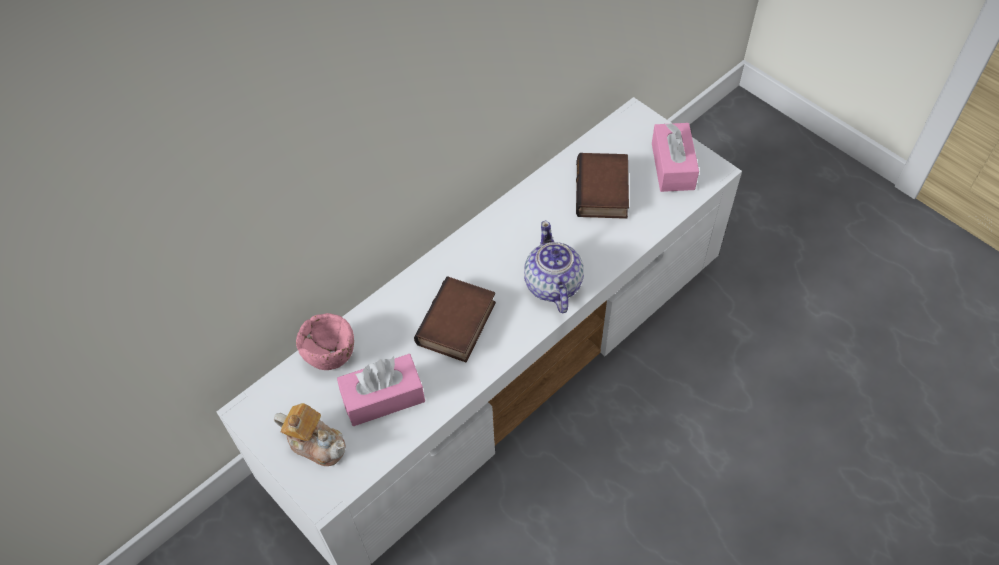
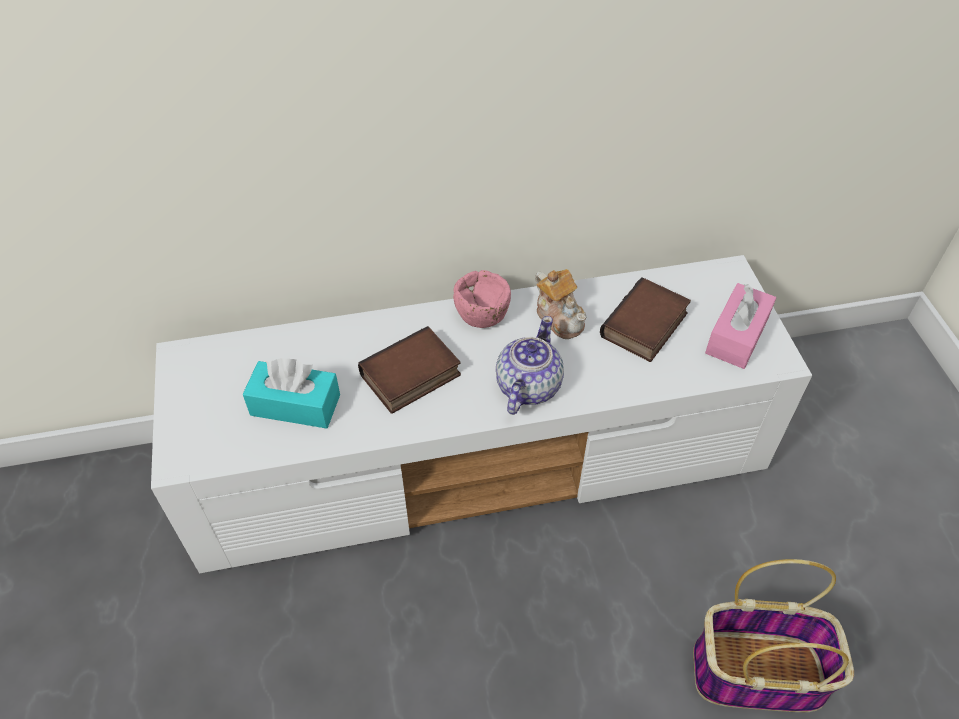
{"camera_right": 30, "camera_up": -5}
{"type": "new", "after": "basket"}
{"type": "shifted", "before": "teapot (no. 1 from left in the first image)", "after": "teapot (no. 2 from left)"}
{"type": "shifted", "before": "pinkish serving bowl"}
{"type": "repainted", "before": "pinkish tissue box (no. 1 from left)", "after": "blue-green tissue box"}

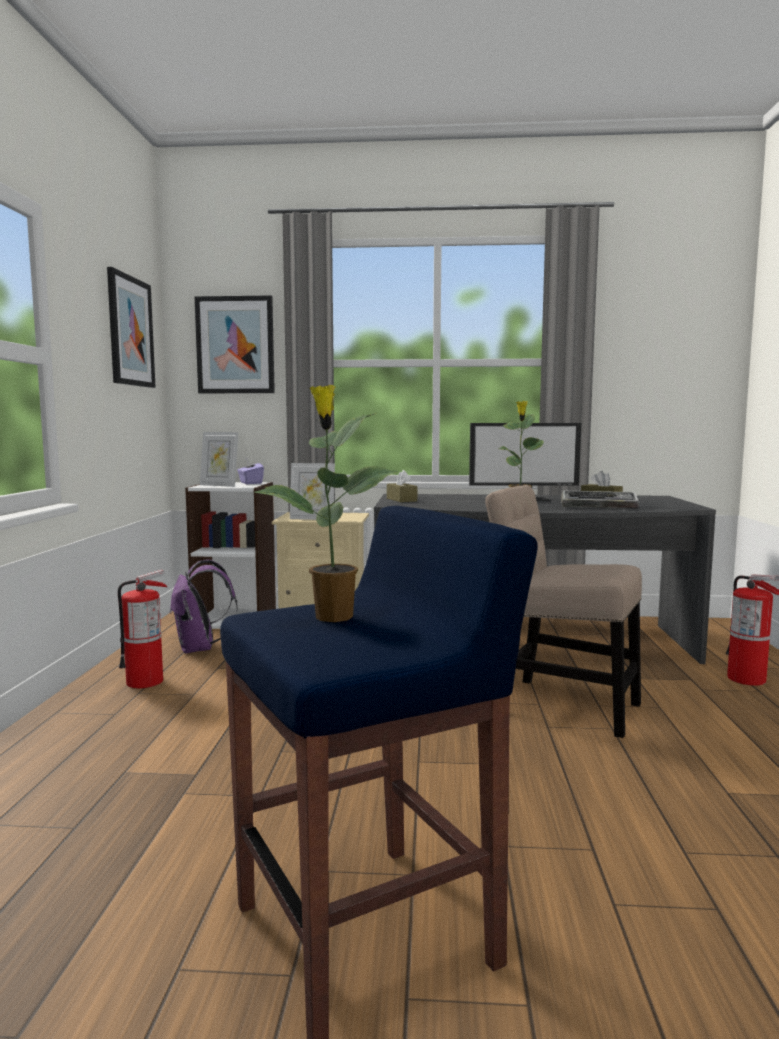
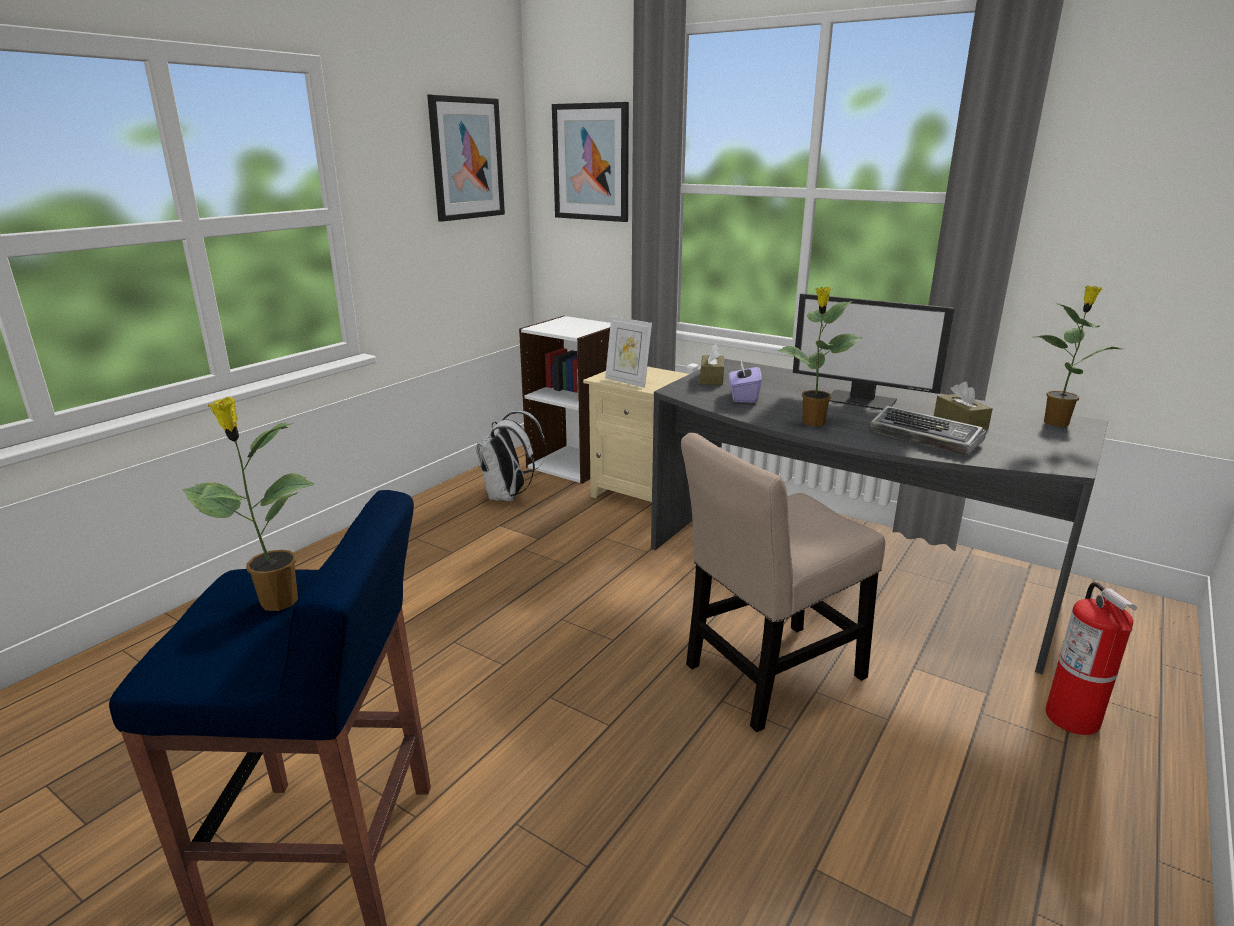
{"camera_right": 30, "camera_up": 15}
{"type": "gone", "before": "fire extinguisher (no. 1 from left)"}
{"type": "gone", "before": "picture frame (no. 1 from left)"}
{"type": "new", "after": "plant in a pot (no. 3 from left)"}
{"type": "shifted", "before": "purple-coloured tissue box"}
{"type": "repainted", "before": "purple-coloured backpack", "after": "white backpack"}
{"type": "rotated", "before": "beige-coloured plain chair", "turn": -90}

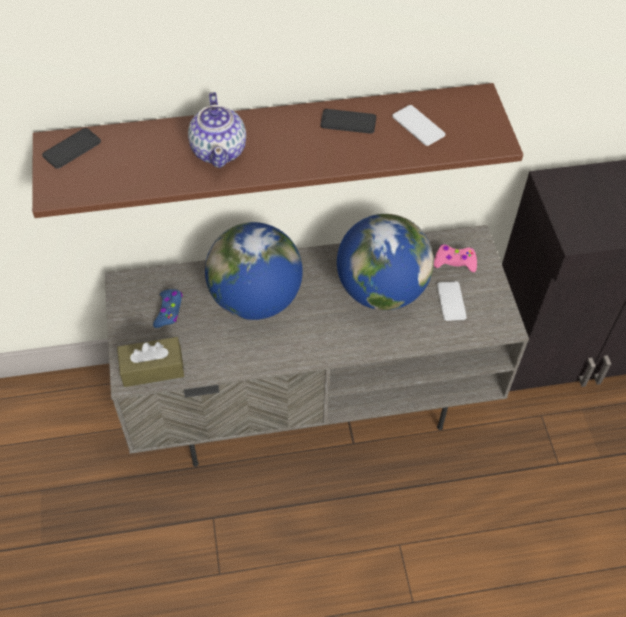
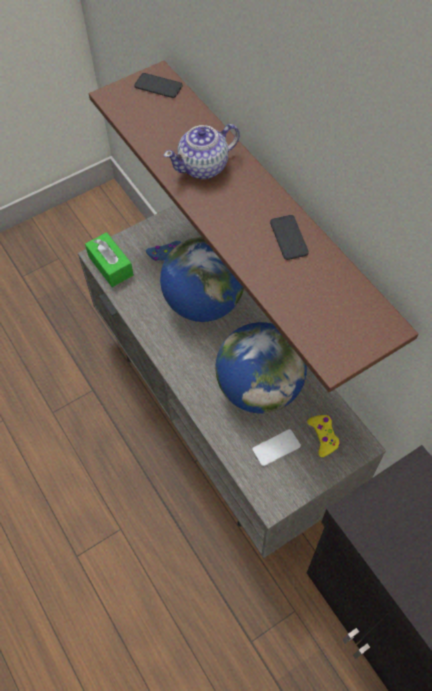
{"camera_right": 70, "camera_up": 5}
{"type": "gone", "before": "phone (no. 3 from left)"}
{"type": "repainted", "before": "brownish tissue box", "after": "green-coloured tissue box"}
{"type": "repainted", "before": "pinkish gamepad", "after": "yellow-coloured gamepad"}

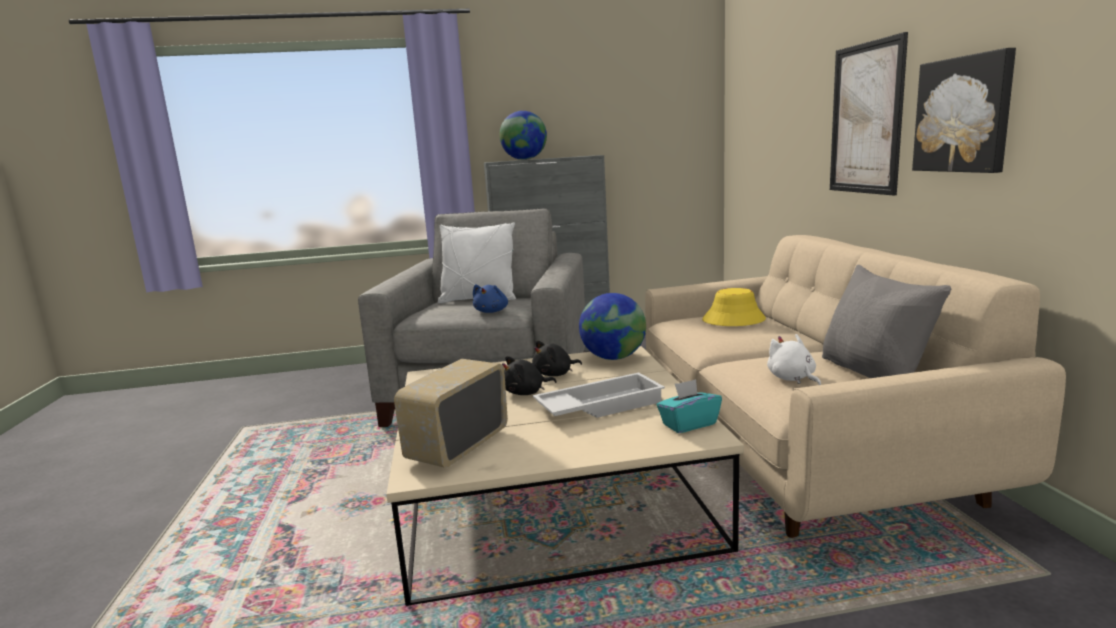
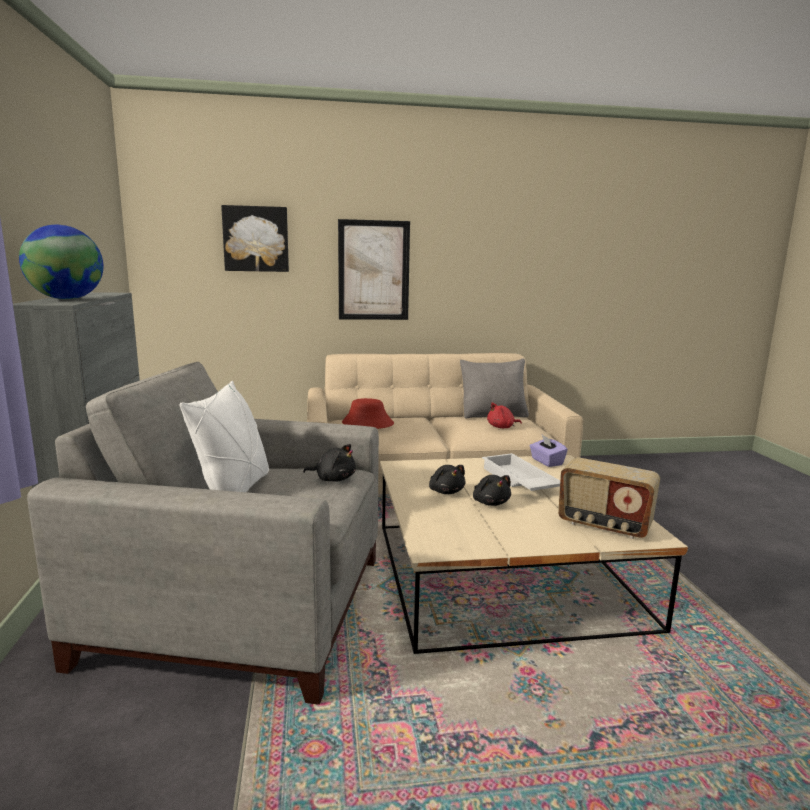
{"camera_right": -90, "camera_up": 0}
{"type": "gone", "before": "world globe (no. 2 from left)"}
{"type": "shifted", "before": "wall picture (no. 2 from left in the first image)", "after": "wall picture (no. 1 from left)"}
{"type": "repainted", "before": "blue plush toy", "after": "blackish plush toy (no. 1 from left)"}
{"type": "repainted", "before": "blue-green tissue box", "after": "purple-coloured tissue box"}
{"type": "repainted", "before": "yellow-coloured clothing hat", "after": "reddish clothing hat"}
{"type": "repainted", "before": "white plush toy", "after": "reddish plush toy"}

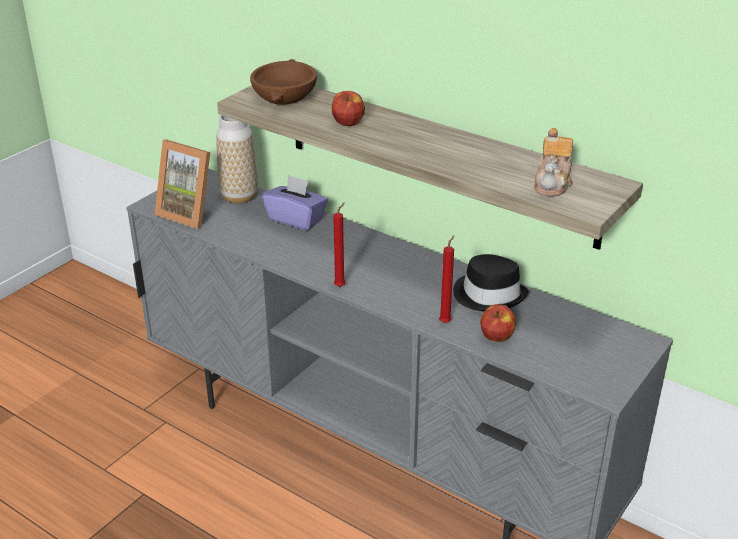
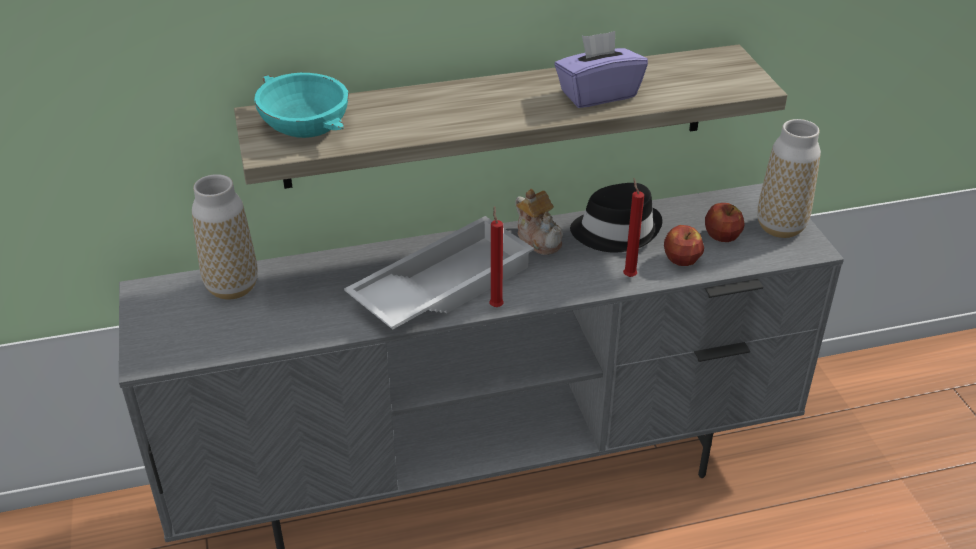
{"camera_right": -50, "camera_up": 5}
{"type": "gone", "before": "picture frame"}
{"type": "new", "after": "white serving tray"}
{"type": "new", "after": "decorative vase (no. 2 from left)"}
{"type": "shifted", "before": "purple-coloured tissue box"}
{"type": "shifted", "before": "apple (no. 1 from left in the first image)", "after": "apple (no. 2 from left)"}
{"type": "shifted", "before": "teapot"}
{"type": "repainted", "before": "brownish serving bowl", "after": "blue-green serving bowl"}

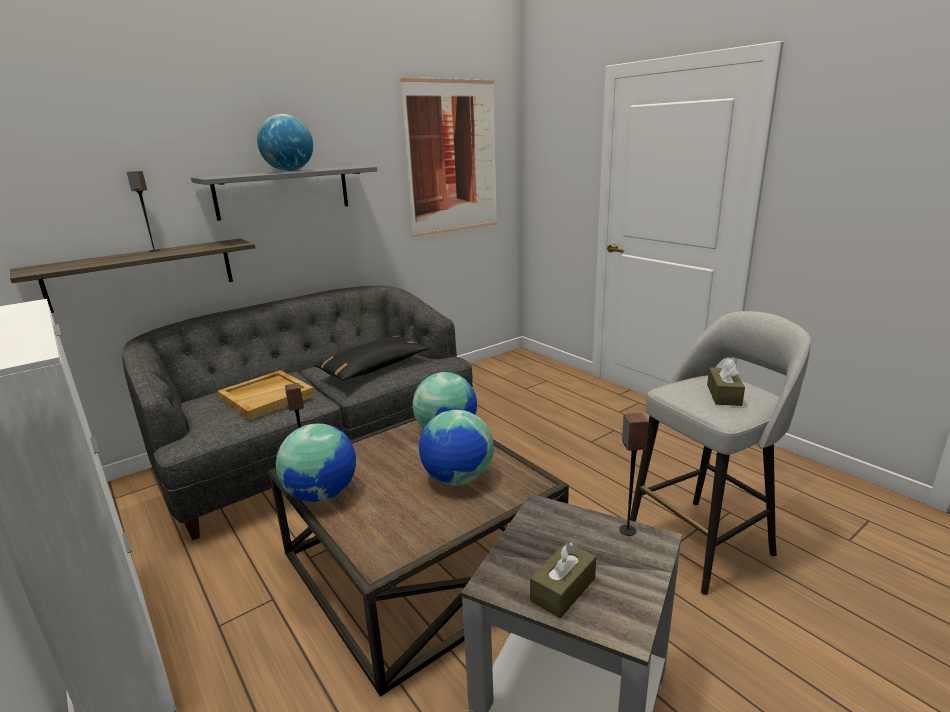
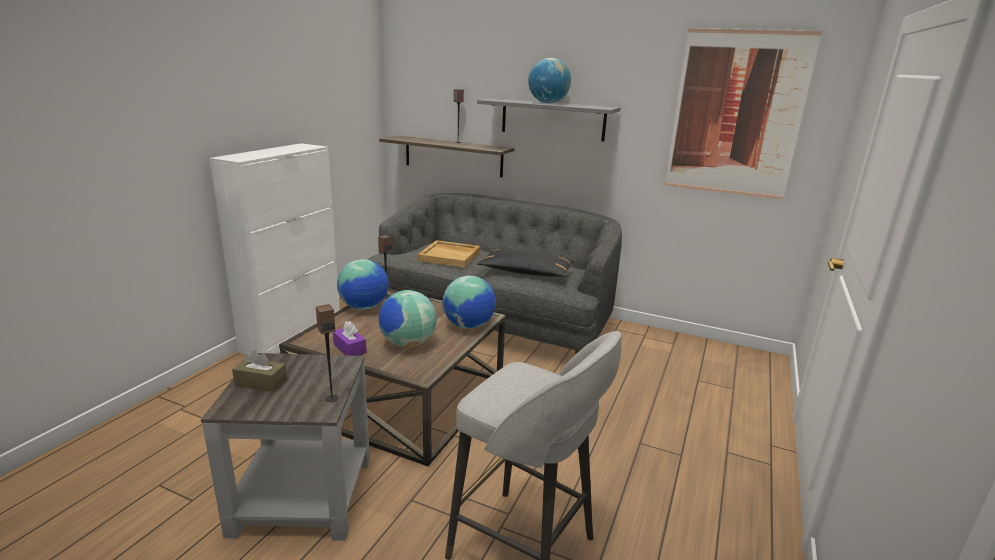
{"camera_right": 60, "camera_up": 0}
{"type": "gone", "before": "brownish tissue box (no. 2 from left)"}
{"type": "new", "after": "purple-coloured tissue box"}

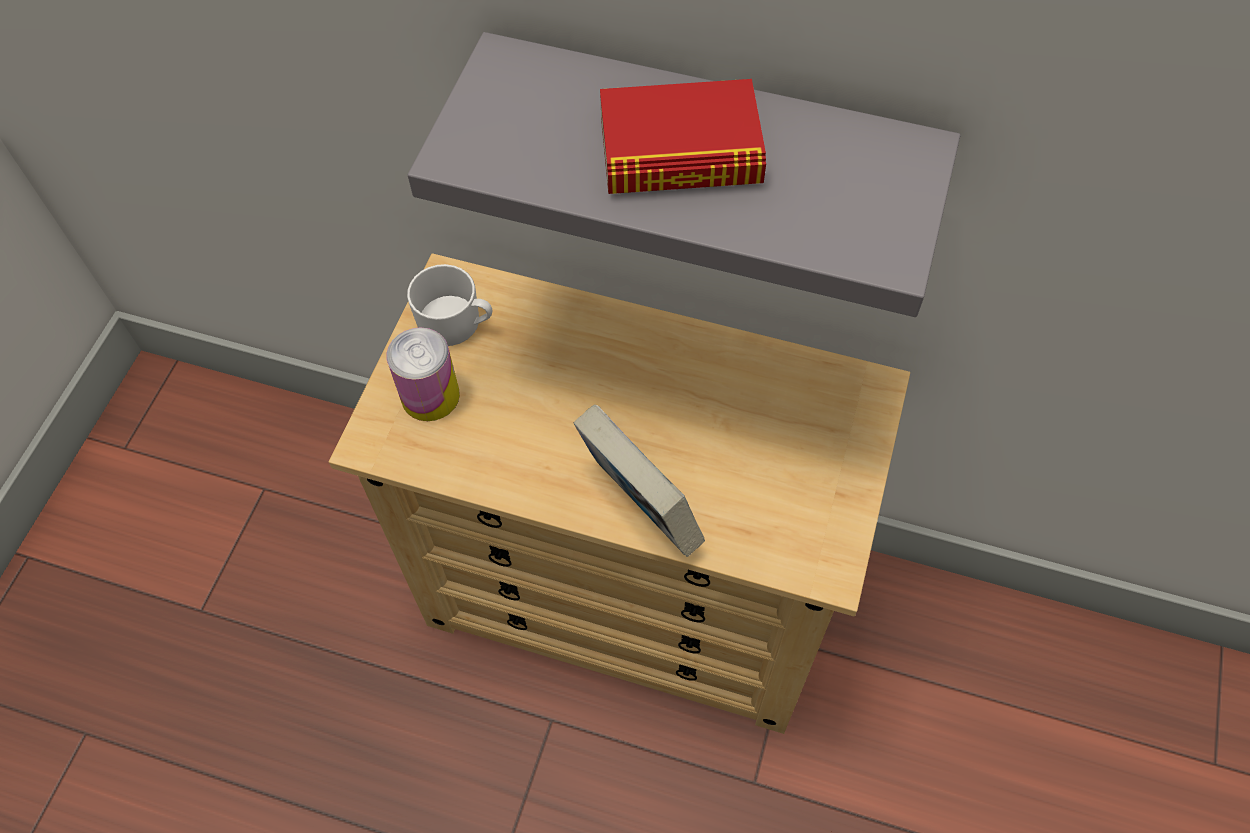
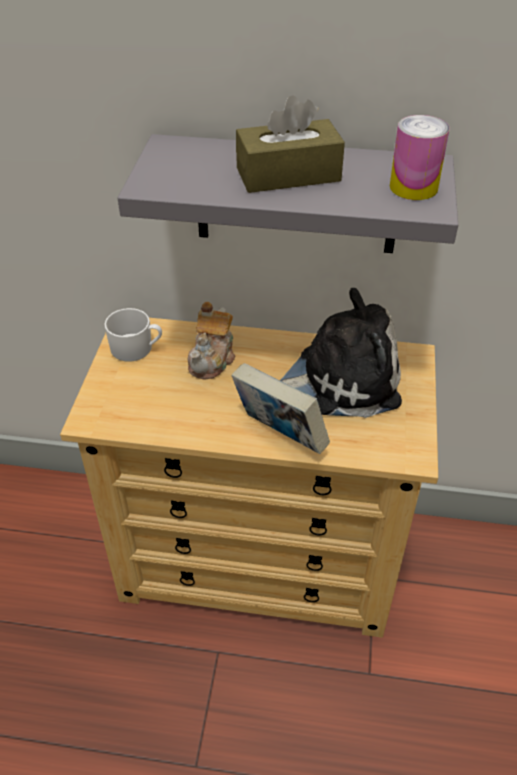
{"camera_right": -10, "camera_up": -15}
{"type": "new", "after": "teapot"}
{"type": "new", "after": "plush toy"}
{"type": "shifted", "before": "can"}
{"type": "swapped", "before": "book (no. 2 from left)", "after": "brownish tissue box"}

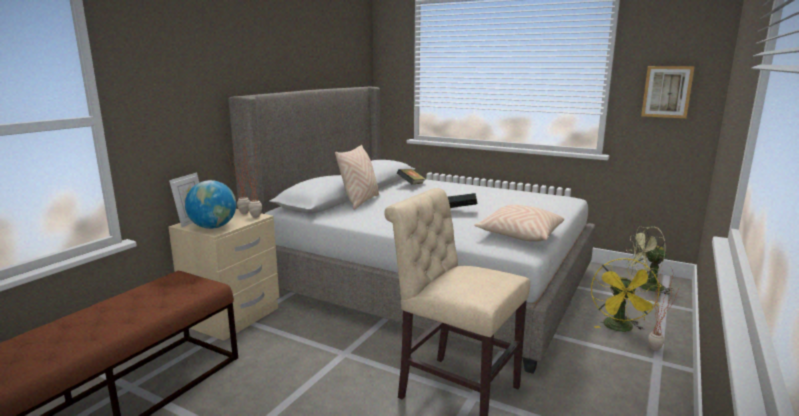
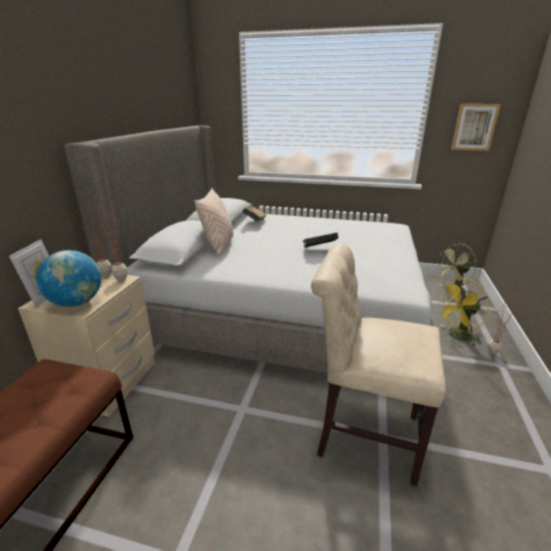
{"camera_right": -15, "camera_up": 10}
{"type": "gone", "before": "beige-coloured pillow (no. 2 from left)"}
{"type": "rotated", "before": "yellow-coloured electric fan", "turn": 75}

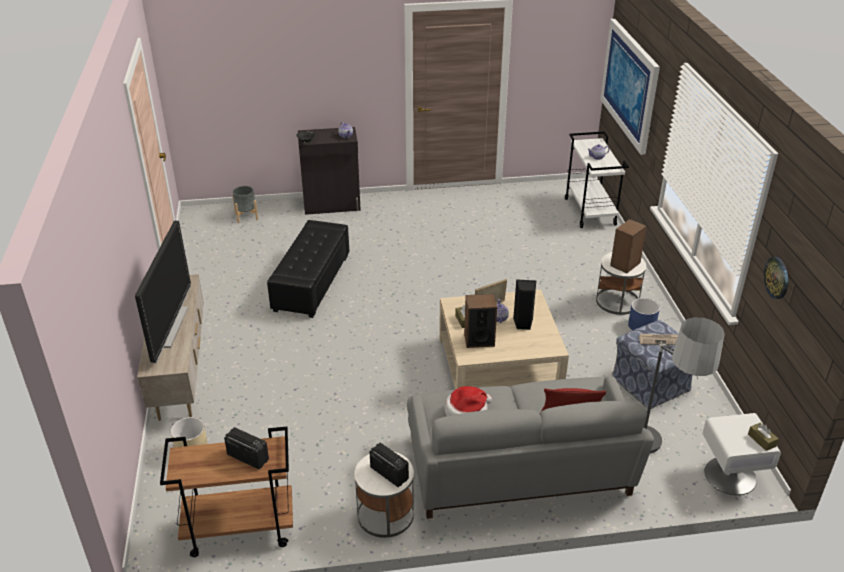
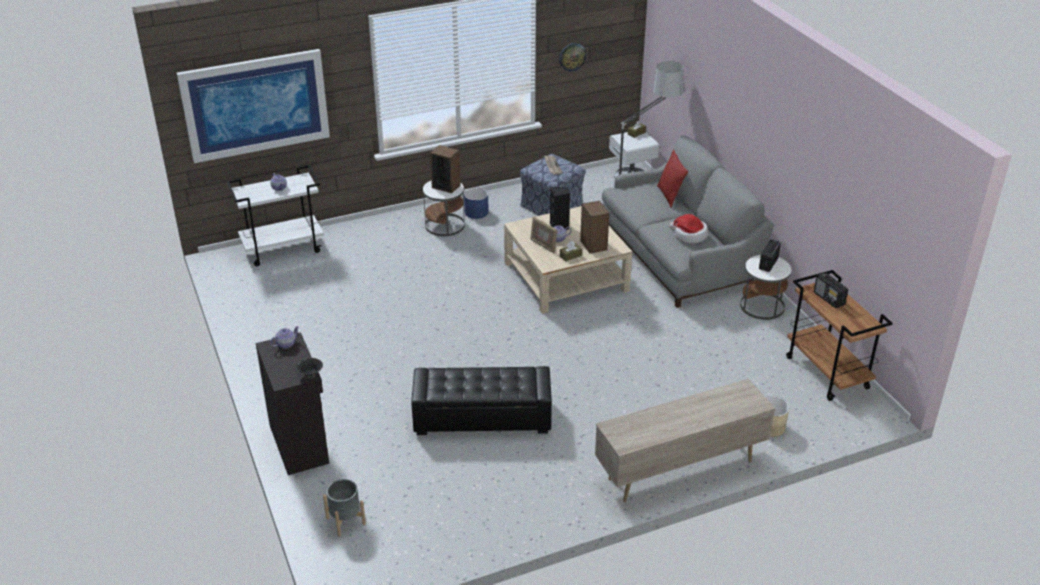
{"camera_right": -105, "camera_up": 0}
{"type": "gone", "before": "TV"}
{"type": "rotated", "before": "radio receiver (no. 1 from left in the first image)", "turn": -45}

